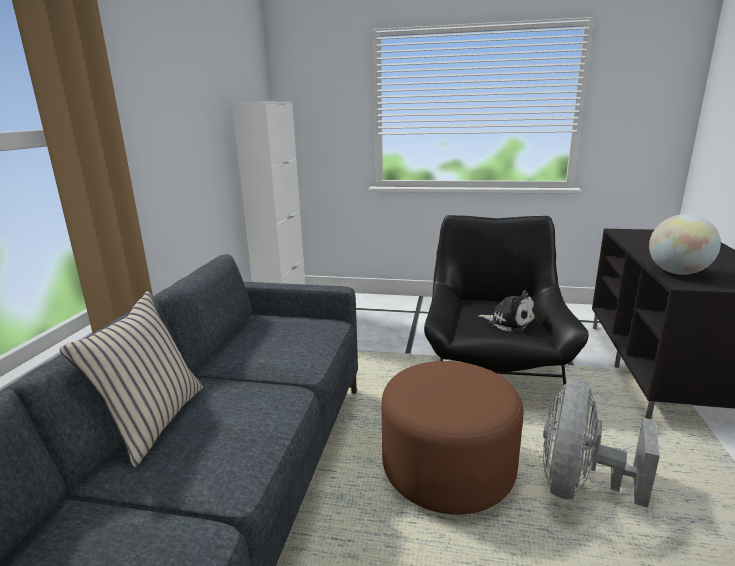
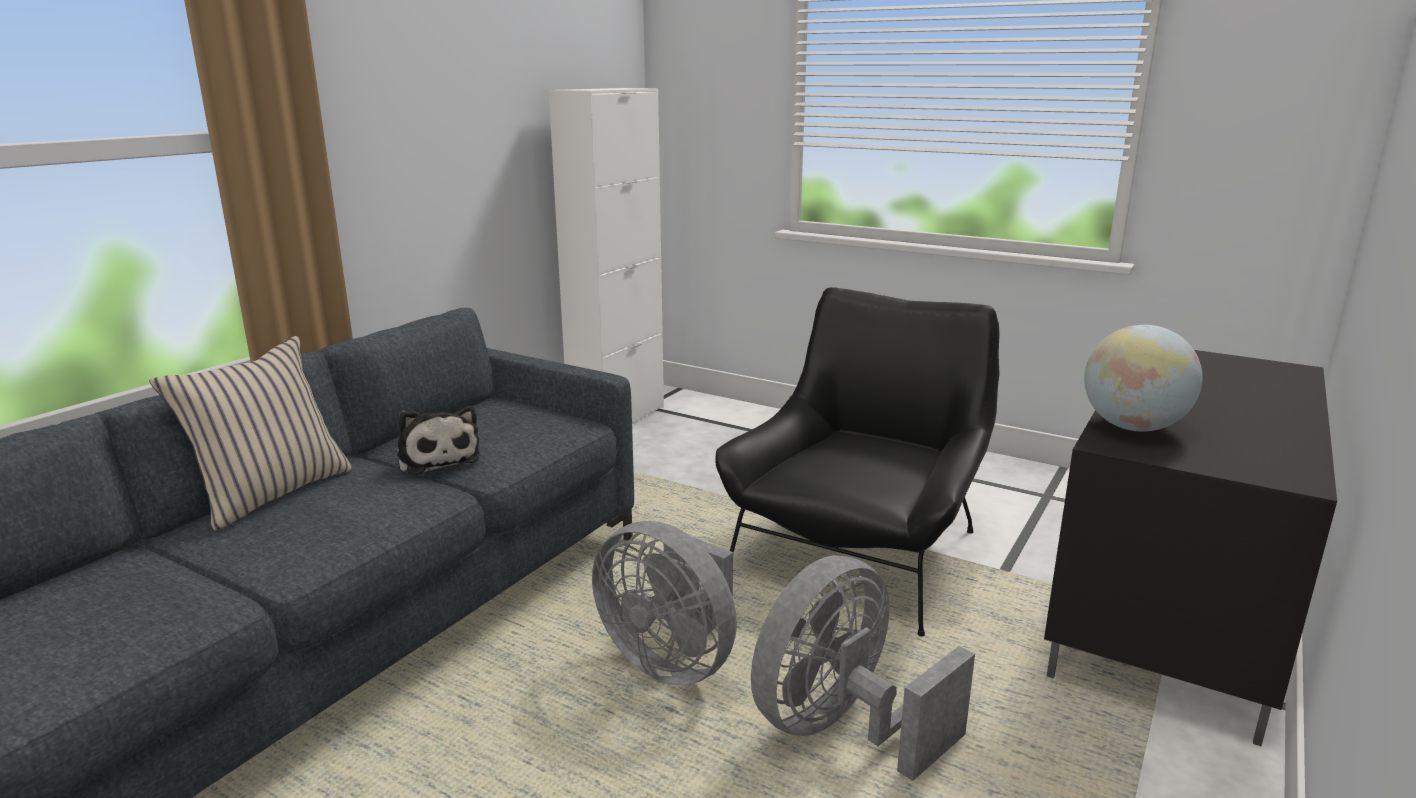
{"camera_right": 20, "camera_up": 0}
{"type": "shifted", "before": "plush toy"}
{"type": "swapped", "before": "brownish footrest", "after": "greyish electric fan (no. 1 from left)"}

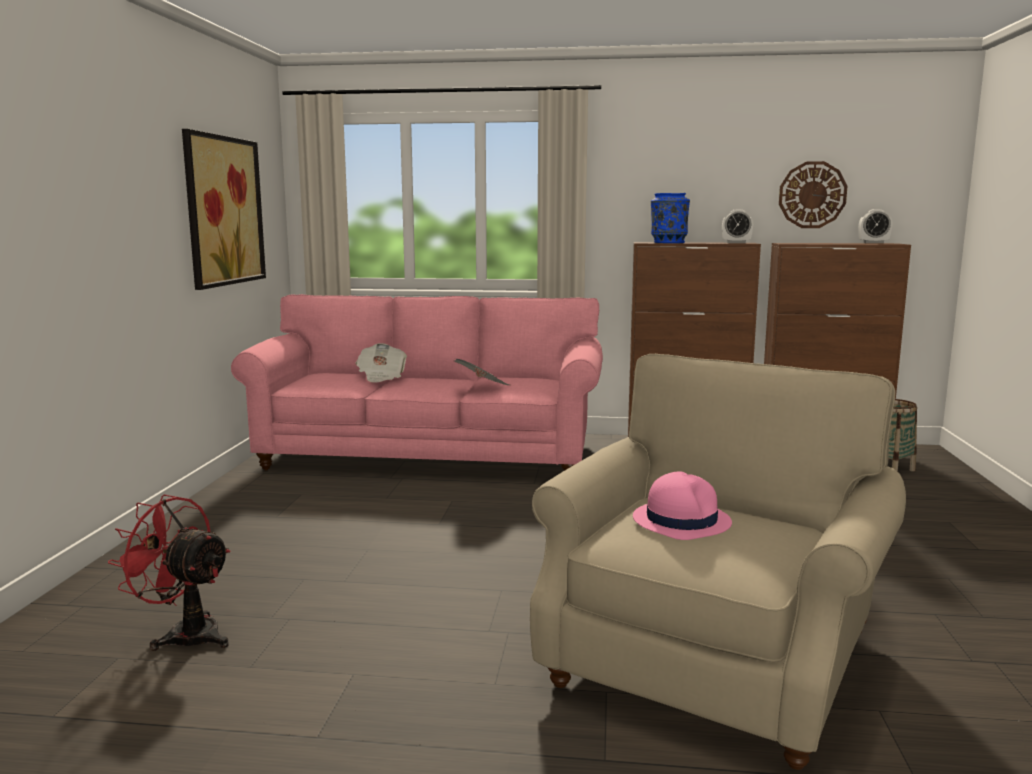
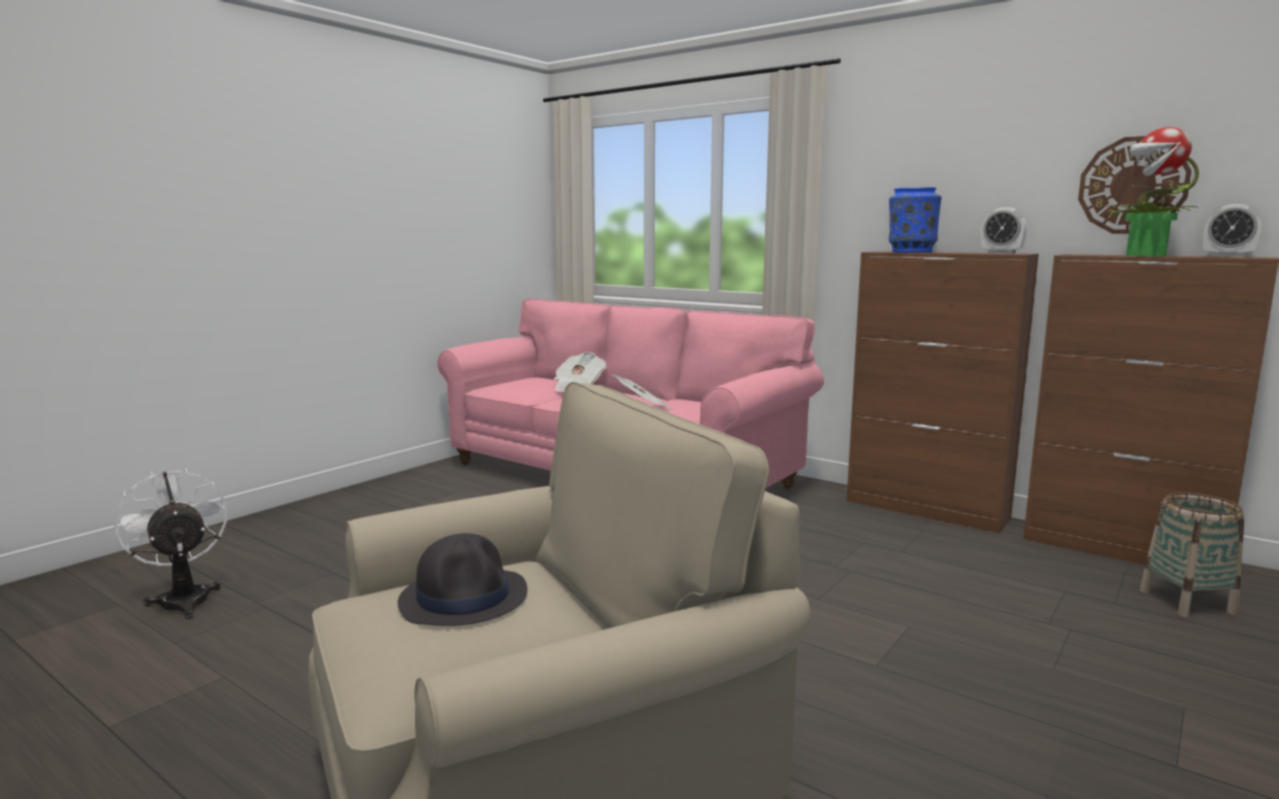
{"camera_right": 30, "camera_up": 0}
{"type": "gone", "before": "wall picture"}
{"type": "new", "after": "plant in a pot"}
{"type": "repainted", "before": "reddish electric fan", "after": "white electric fan"}
{"type": "repainted", "before": "pinkish clothing hat", "after": "blackish clothing hat"}

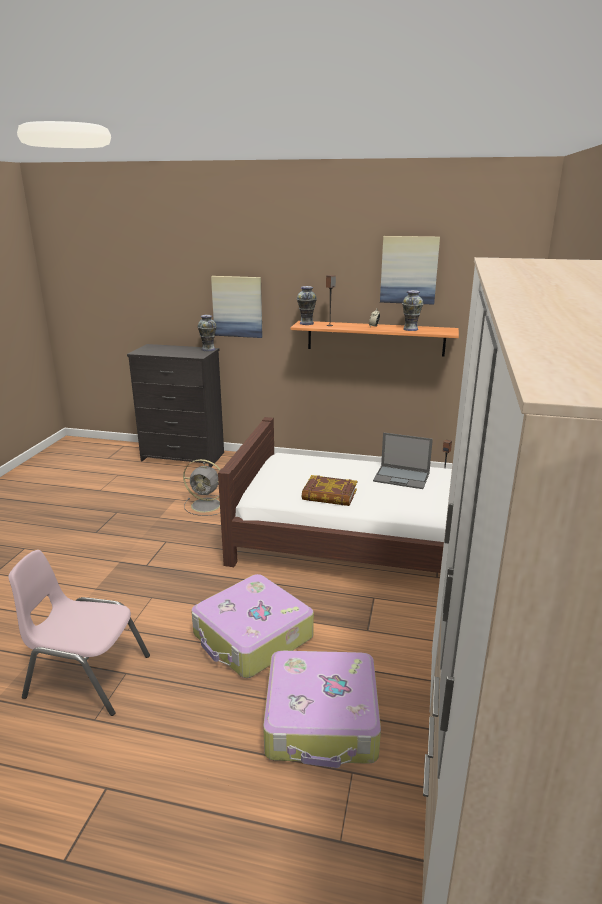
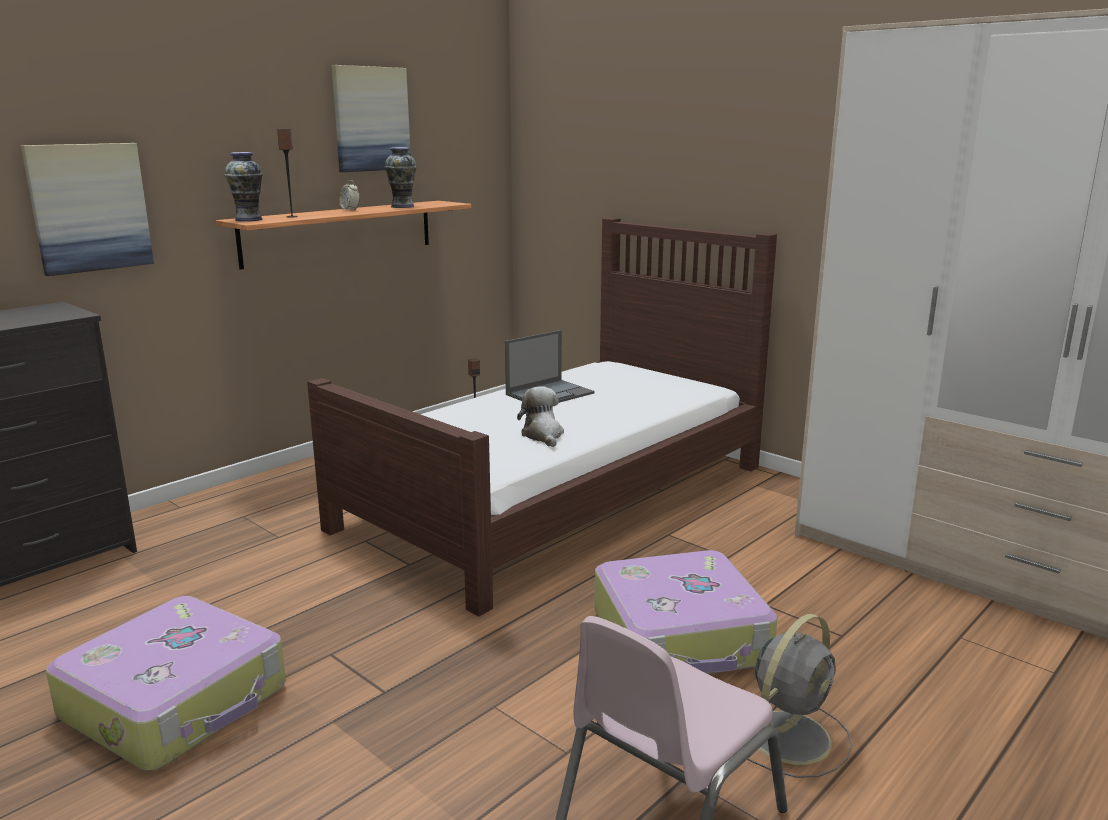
{"camera_right": -60, "camera_up": -5}
{"type": "gone", "before": "decorative vase (no. 1 from left)"}
{"type": "shifted", "before": "greyish electric fan"}
{"type": "shifted", "before": "travel case (no. 2 from left in the first image)", "after": "travel case (no. 1 from left)"}
{"type": "swapped", "before": "book", "after": "plush toy"}

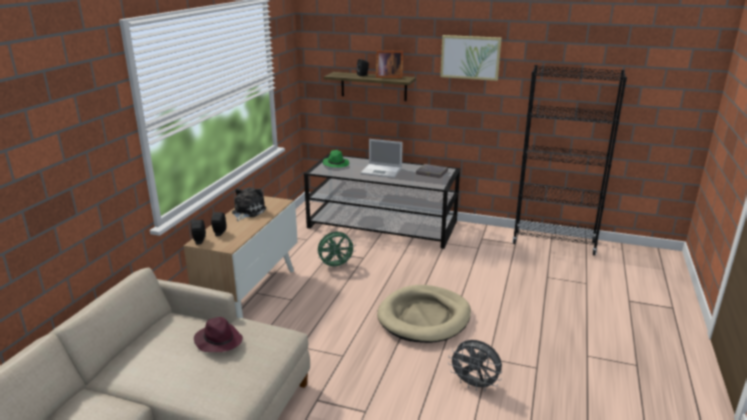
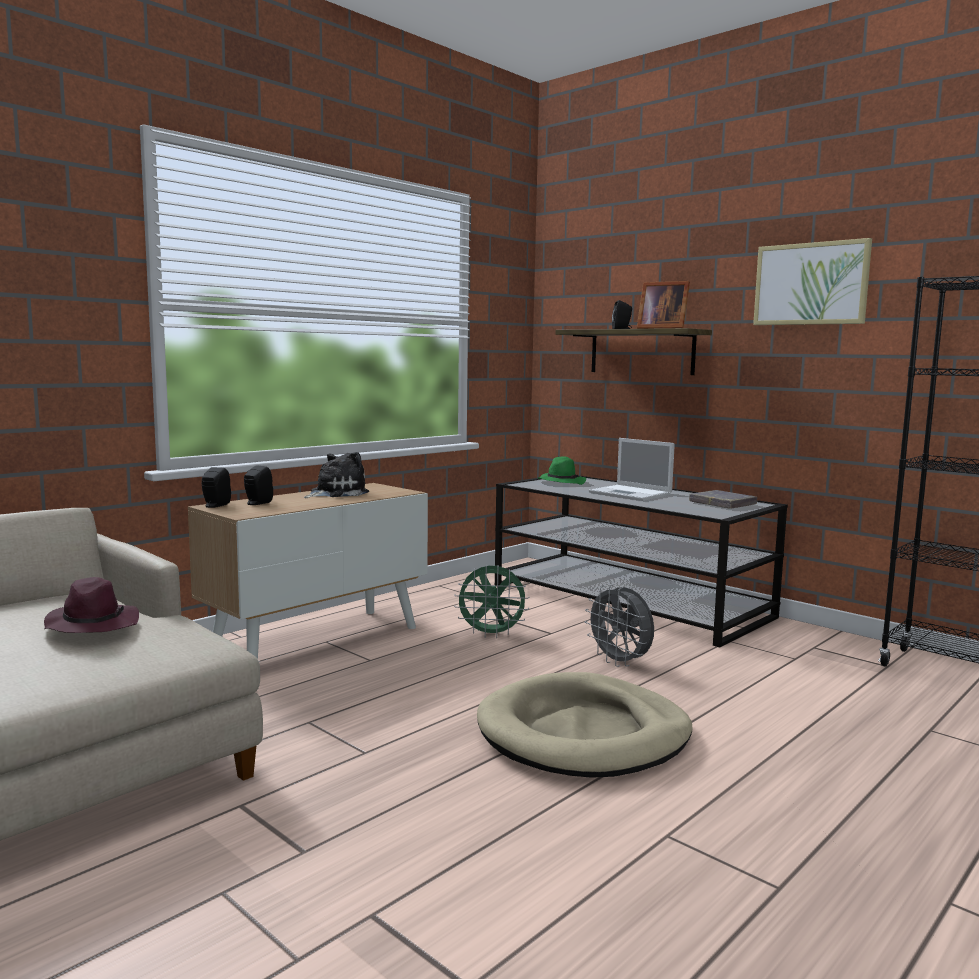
{"camera_right": 25, "camera_up": -15}
{"type": "shifted", "before": "greyish electric fan"}

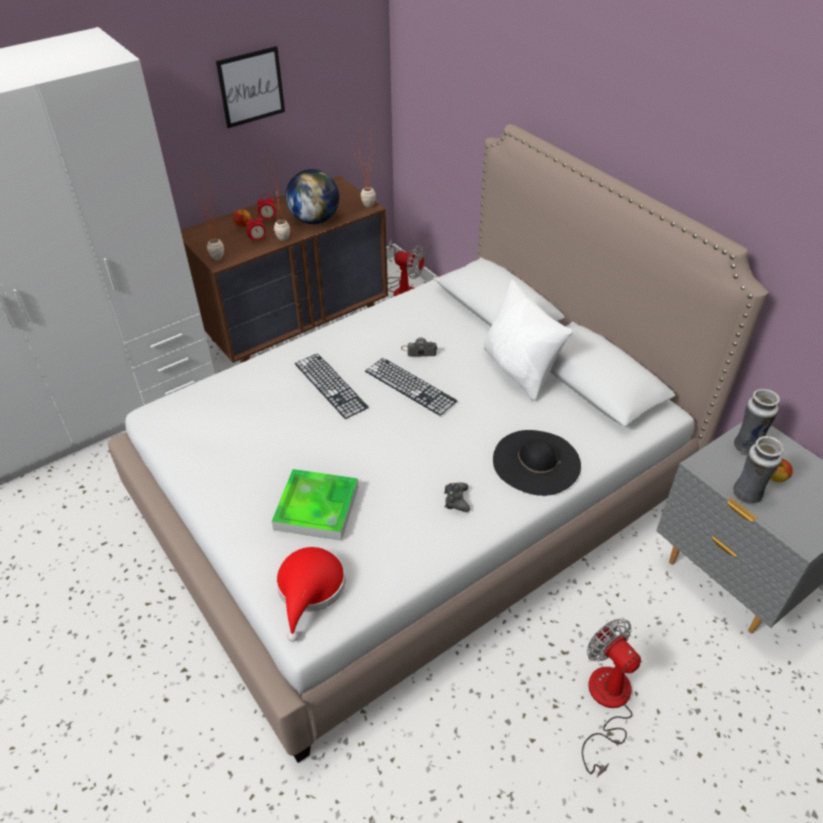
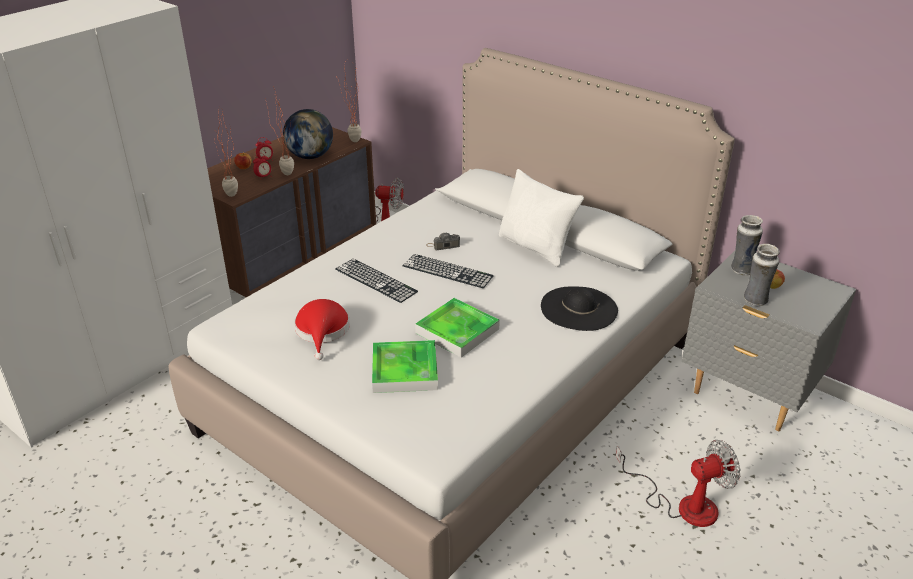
{"camera_right": -15, "camera_up": -10}
{"type": "gone", "before": "wall picture"}
{"type": "gone", "before": "blackish gamepad"}
{"type": "new", "after": "serving tray (no. 2 from left)"}
{"type": "shifted", "before": "reddish clothing hat"}
{"type": "rotated", "before": "electric fan (no. 2 from left)", "turn": 120}

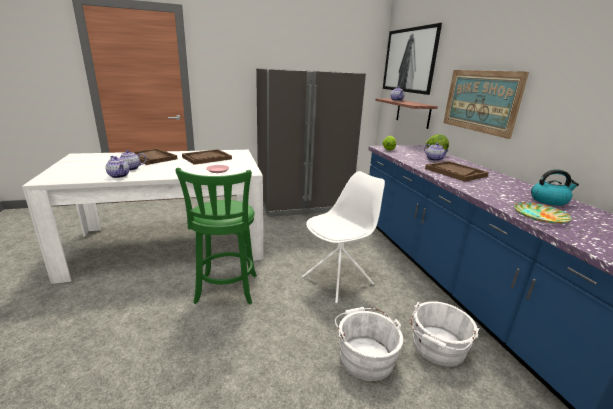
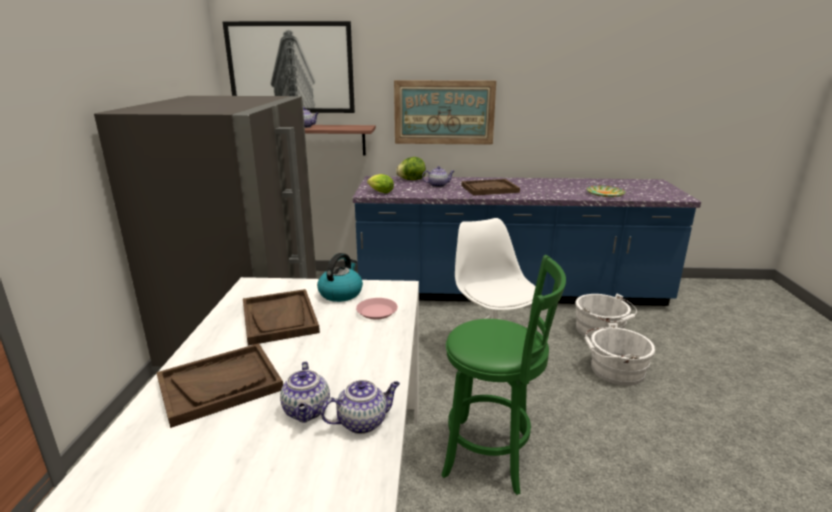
{"camera_right": -70, "camera_up": 0}
{"type": "shifted", "before": "water kettle"}

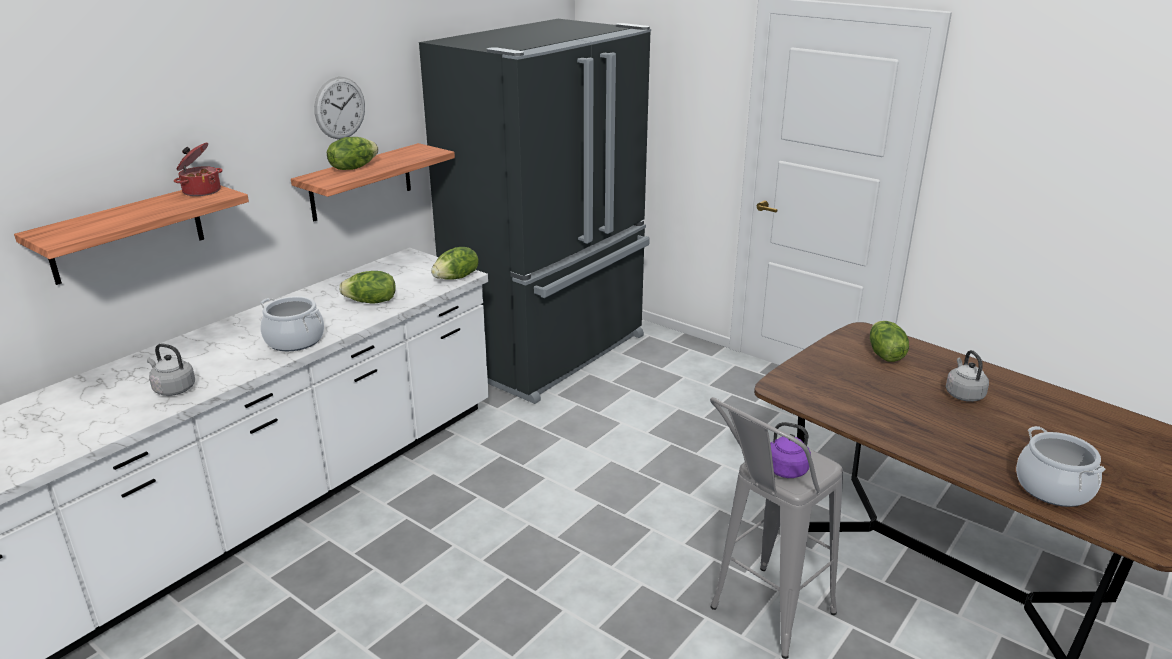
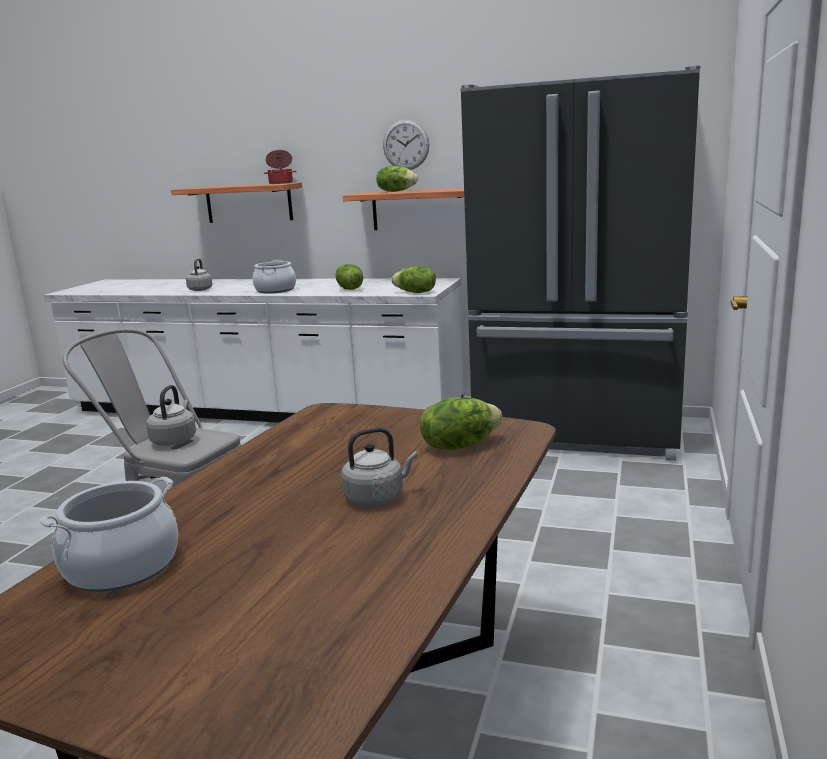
{"camera_right": 70, "camera_up": -10}
{"type": "repainted", "before": "purple-coloured water kettle", "after": "greyish water kettle (no. 1 from left)"}

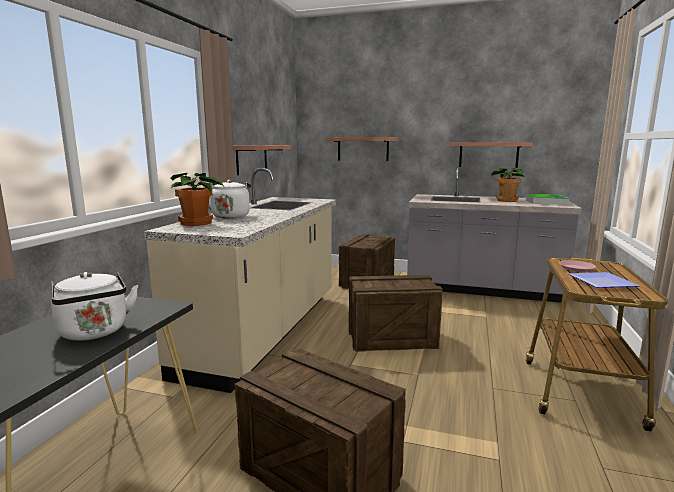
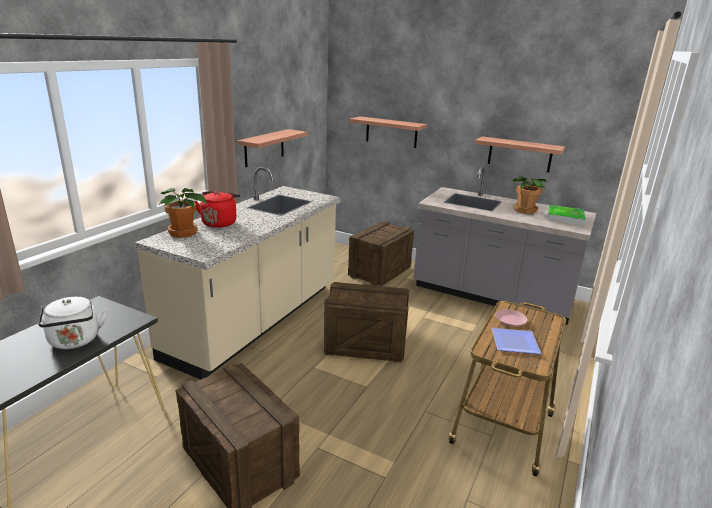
{"camera_right": 10, "camera_up": 10}
{"type": "repainted", "before": "white water kettle (no. 2 from left)", "after": "reddish water kettle"}

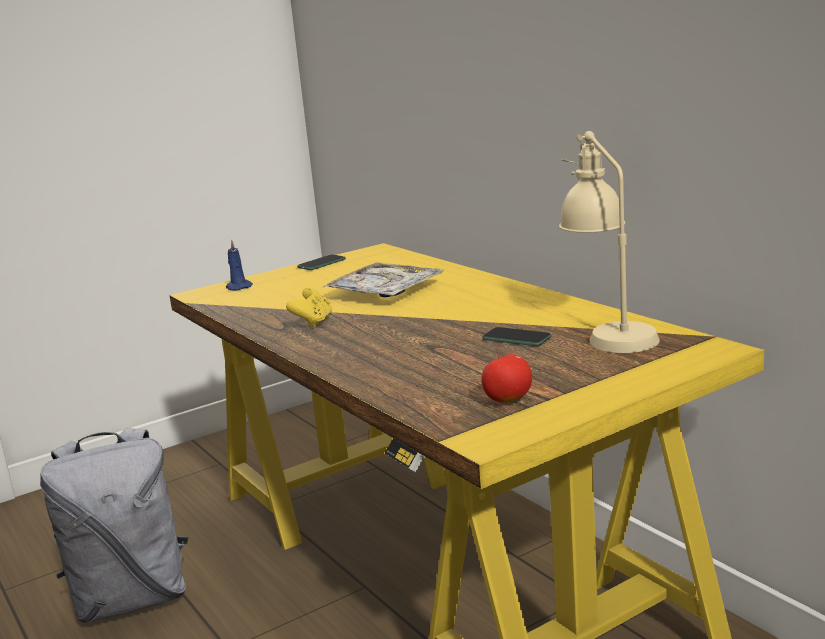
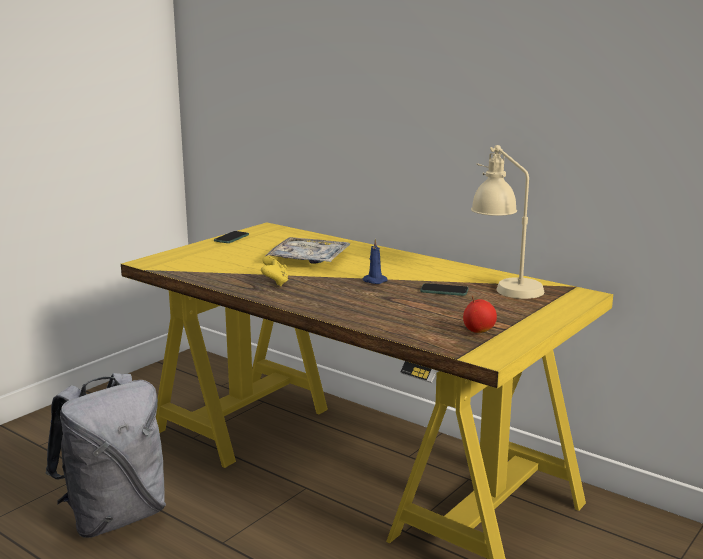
{"camera_right": -20, "camera_up": 0}
{"type": "shifted", "before": "blue wax light"}

